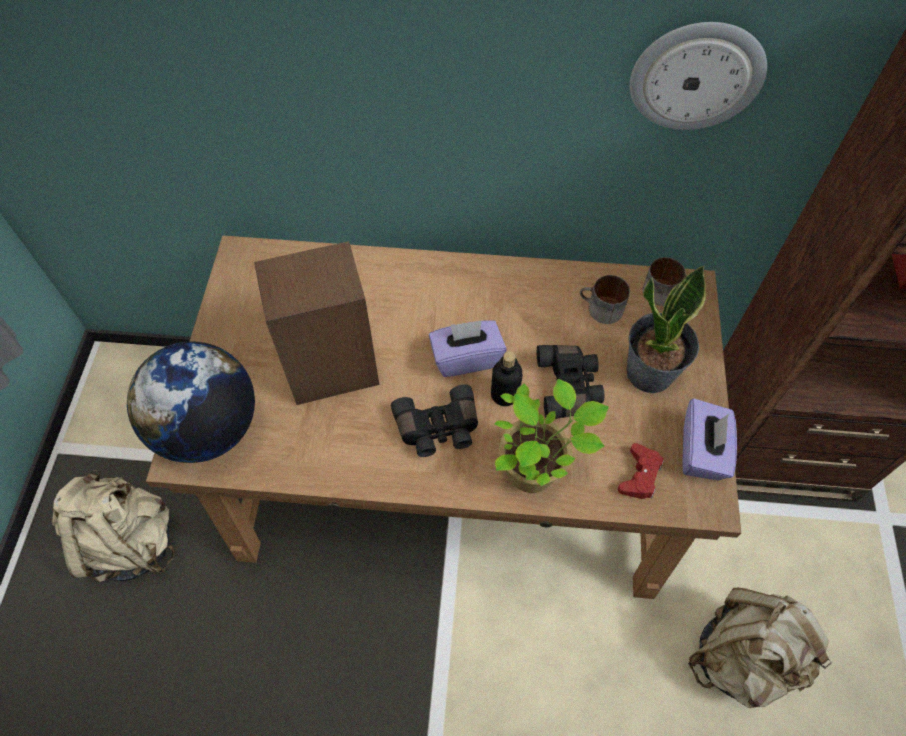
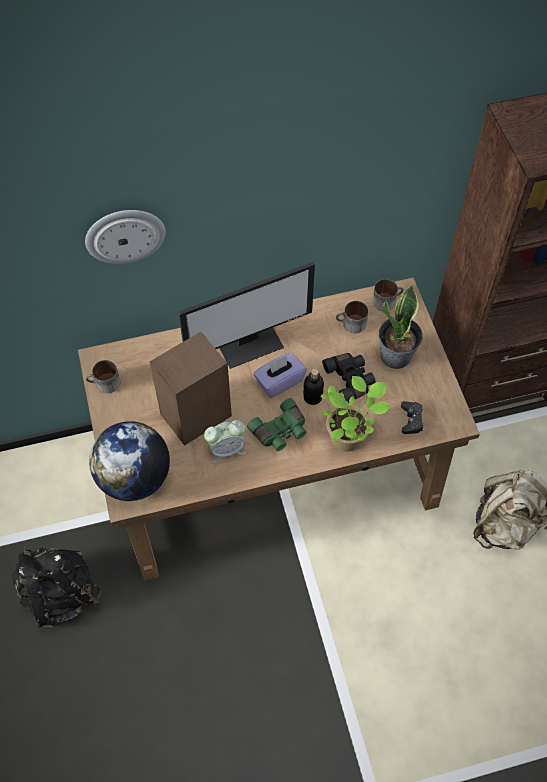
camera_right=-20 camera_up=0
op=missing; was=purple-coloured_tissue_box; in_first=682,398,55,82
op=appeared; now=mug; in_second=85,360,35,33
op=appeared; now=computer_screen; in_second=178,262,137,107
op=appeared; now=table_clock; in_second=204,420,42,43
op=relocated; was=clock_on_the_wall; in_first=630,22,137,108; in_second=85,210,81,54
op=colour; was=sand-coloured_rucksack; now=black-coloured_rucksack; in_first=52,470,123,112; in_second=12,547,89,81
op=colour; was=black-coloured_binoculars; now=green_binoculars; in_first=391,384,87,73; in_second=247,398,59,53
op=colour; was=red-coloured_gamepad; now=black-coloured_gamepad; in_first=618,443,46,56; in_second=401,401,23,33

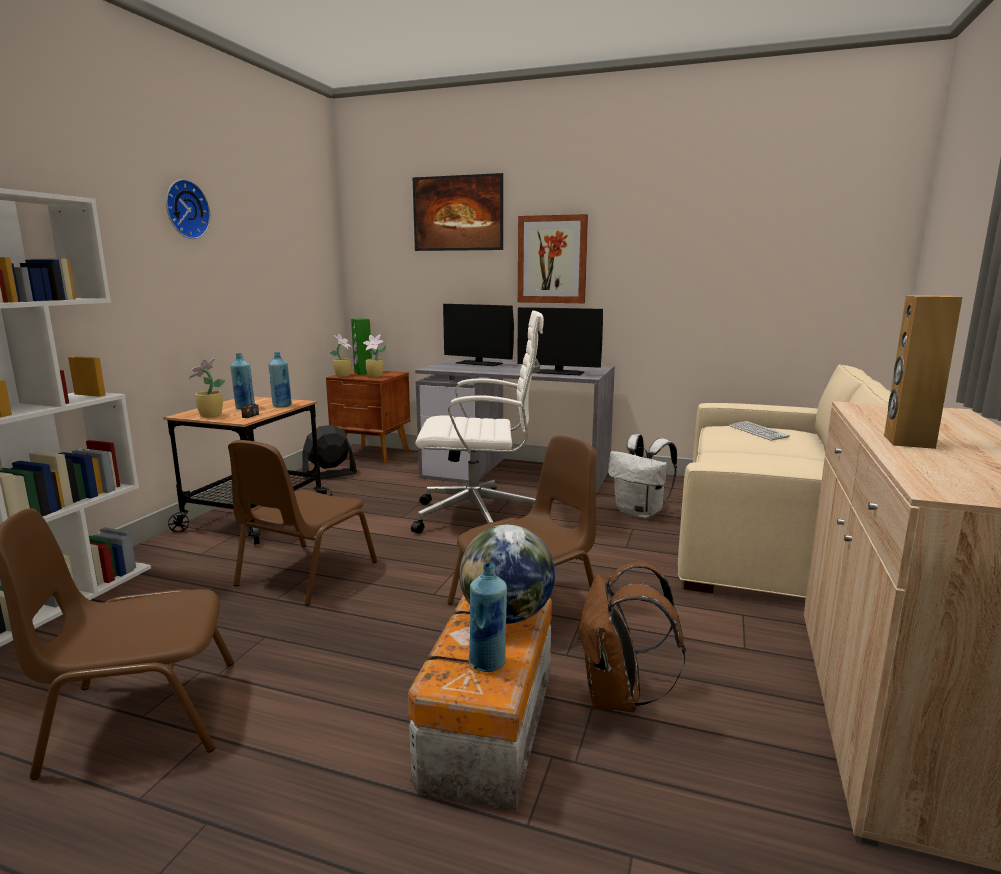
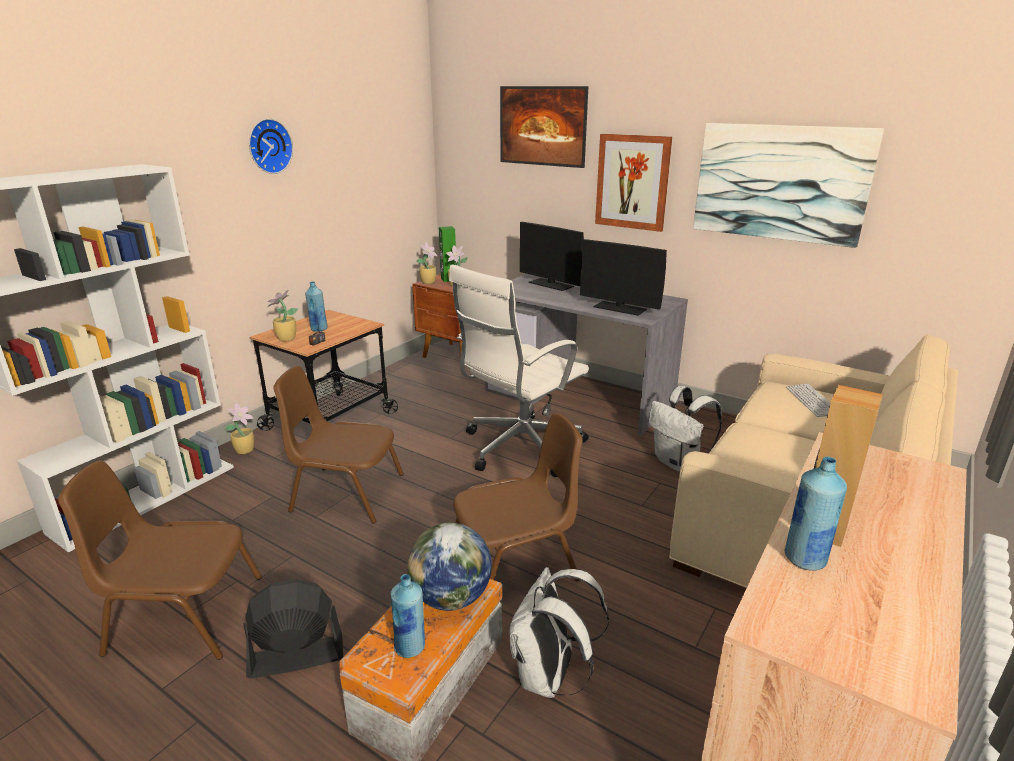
camera_right=15 camera_up=10
op=appeared; now=potted_plant; in_second=225,402,29,52
op=appeared; now=wall_art; in_second=693,123,191,125
op=relocated; was=bluish_beverage_bottle; in_first=268,352,24,56; in_second=785,456,62,115
op=relocated; was=black-coloured_fan; in_first=302,425,55,55; in_second=243,579,100,99
op=colour; was=brownish_rucksack; now=white-coloured_rucksack; in_first=577,562,109,150; in_second=509,567,100,131
op=spun; was=brownish_chair; in_first=228,440,149,166; in_second=273,366,131,158; clockwise=60
op=spun; was=white-coloured_computer_chair; in_first=411,310,133,224; in_second=449,264,140,213; clockwise=120

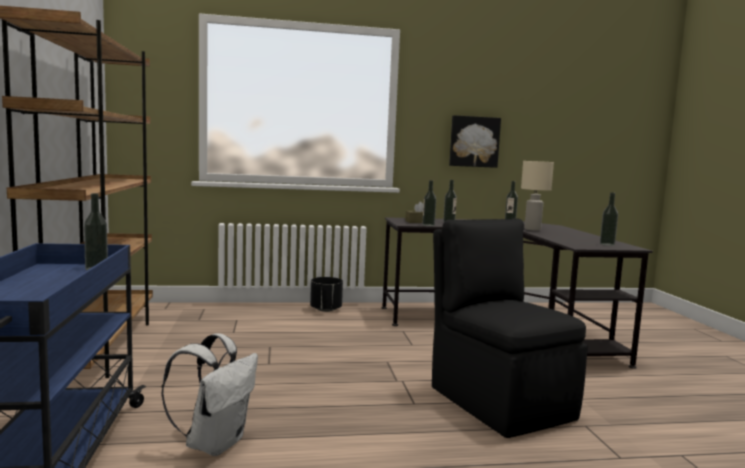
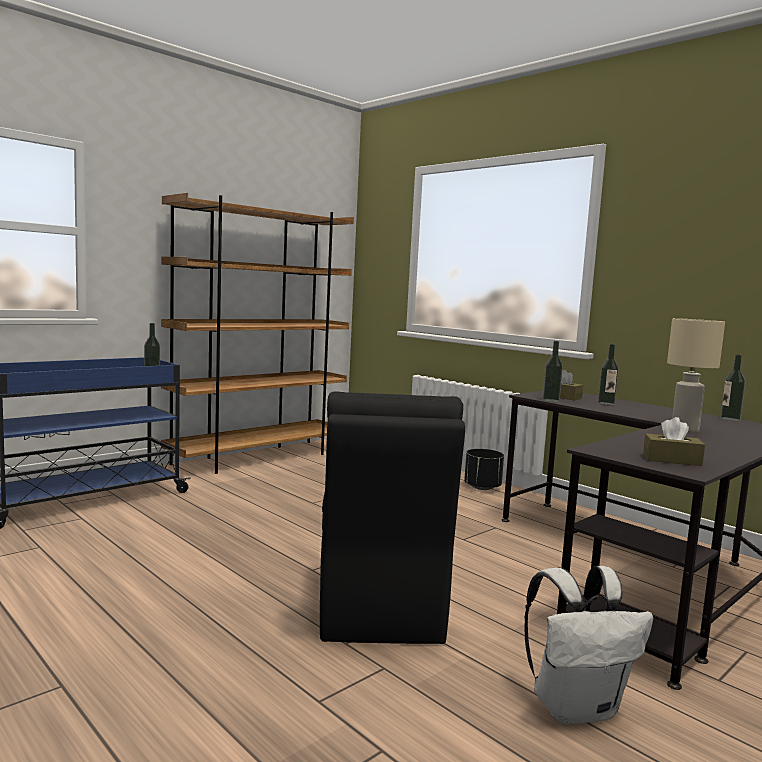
camera_right=55 camera_up=0
op=missing; was=wall_art; in_first=449,115,52,53
op=relocated; was=white-coloured_rucksack; in_first=161,333,97,123; in_second=524,566,129,158
op=exchanged; was=beverage_bottle; now=brownish_tissue_box; in_first=600,192,18,54; in_second=643,417,62,49
op=spun; was=black-coloured_chair; in_first=432,219,156,219; in_second=320,391,145,253; clockwise=150

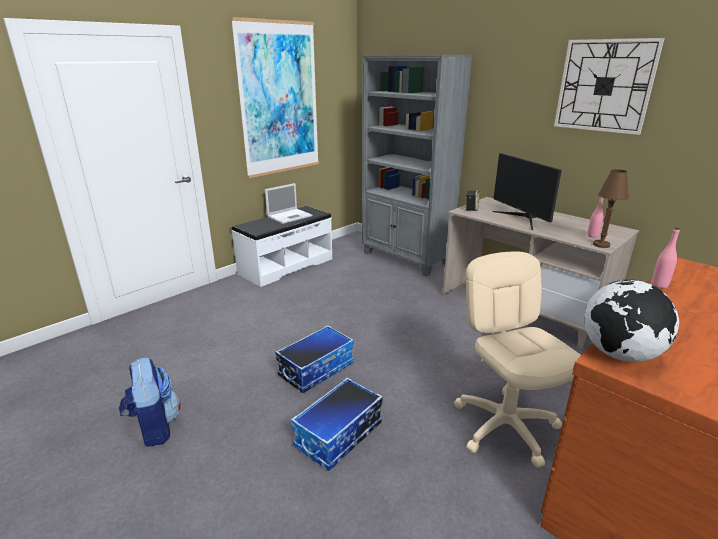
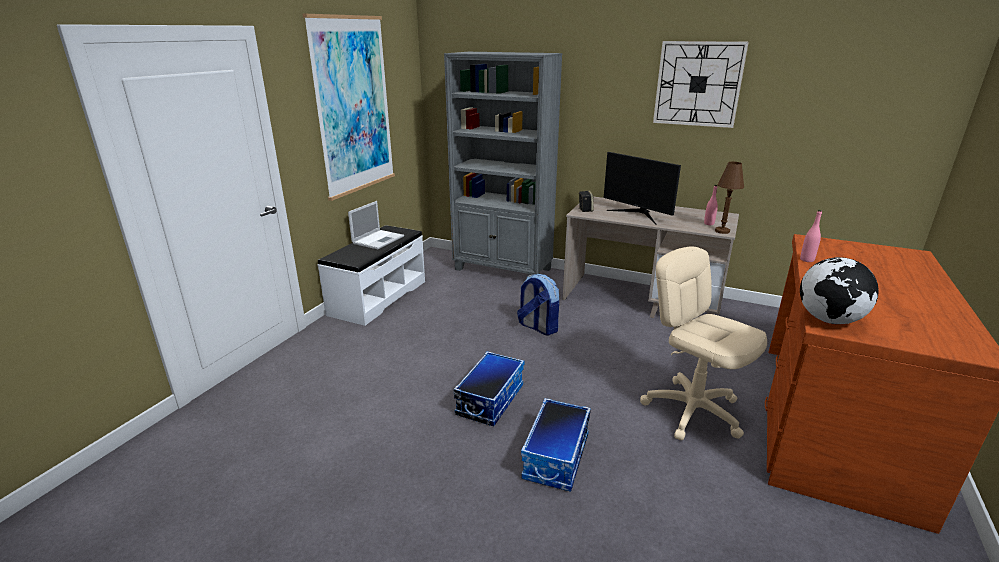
camera_right=-20 camera_up=0
op=relocated; was=rucksack; in_first=119,357,62,90; in_second=517,274,42,62

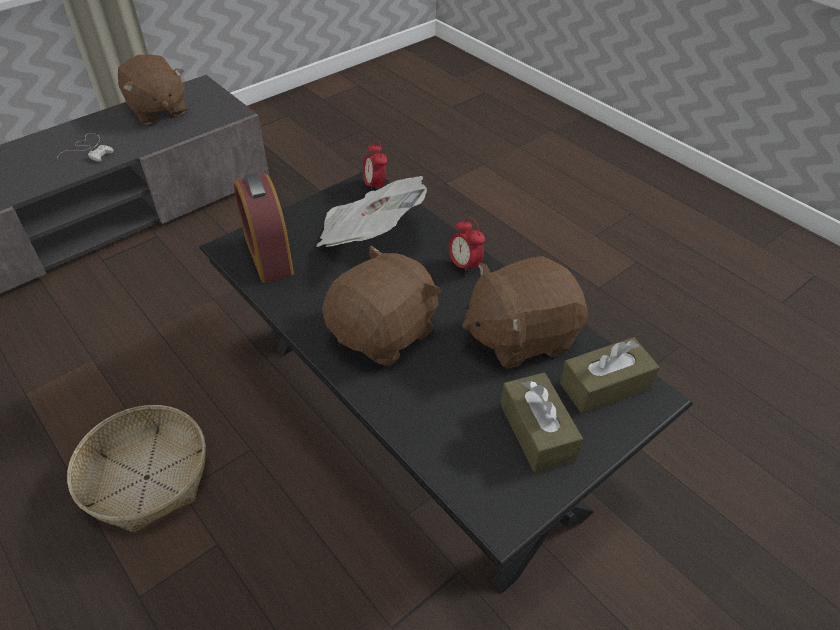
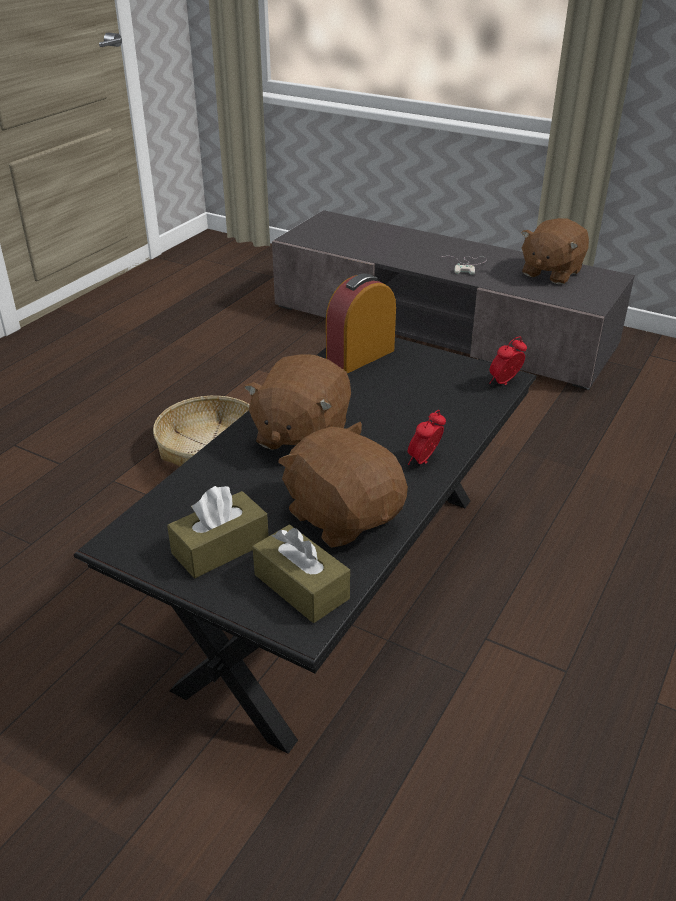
camera_right=70 camera_up=-10
op=missing; was=daily_paper; in_first=316,176,111,71
op=spun; was=brownish_plush_toy; in_first=322,246,119,120; in_second=244,354,107,96; clockwise=90

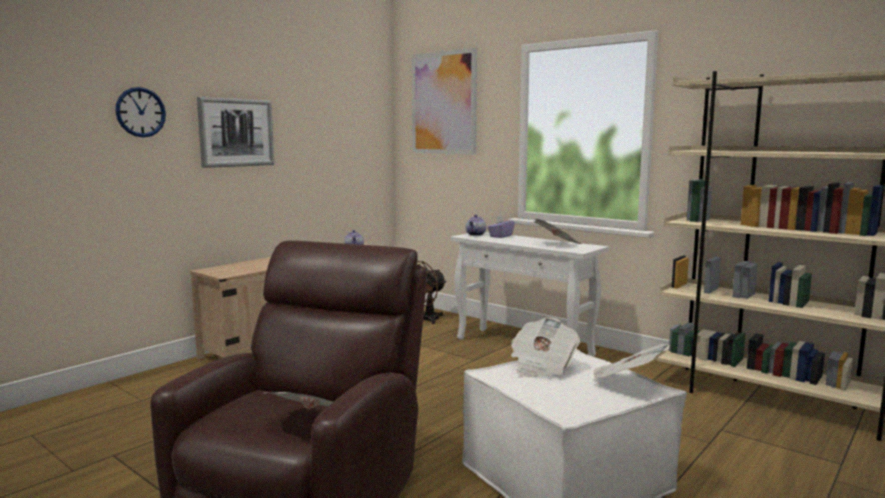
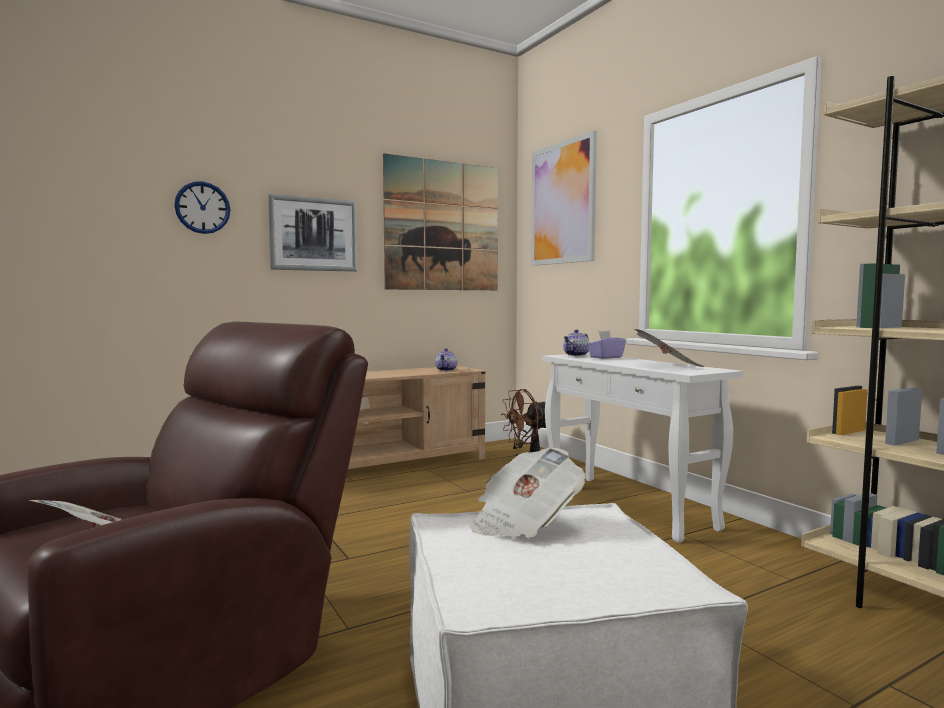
camera_right=20 camera_up=-5
op=missing; was=daily_paper; in_first=593,343,77,38
op=appeared; now=wall_art; in_second=383,153,115,137

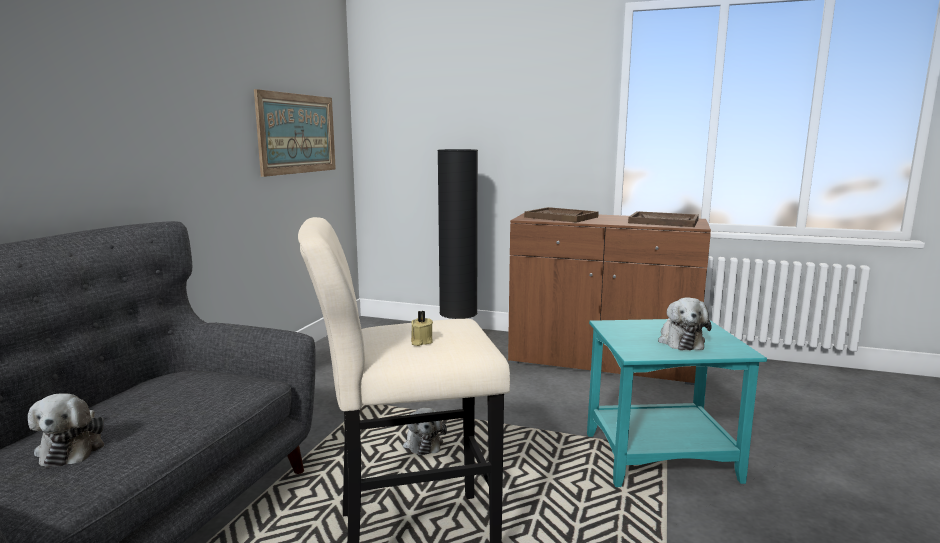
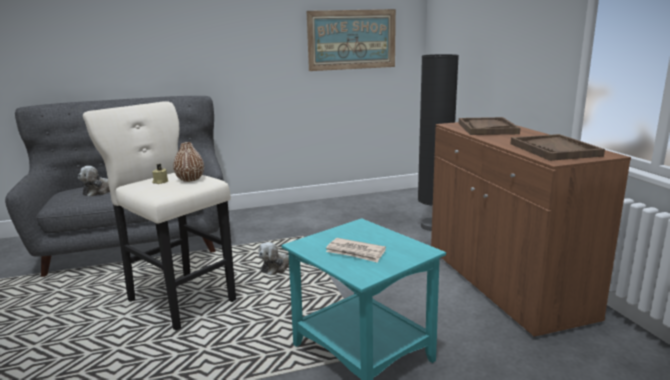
camera_right=55 camera_up=5
op=appeared; now=brownish_decorative_vase; in_second=173,142,31,40
op=exchanged; was=plush_toy; now=daily_paper; in_first=658,297,53,53; in_second=326,238,60,25

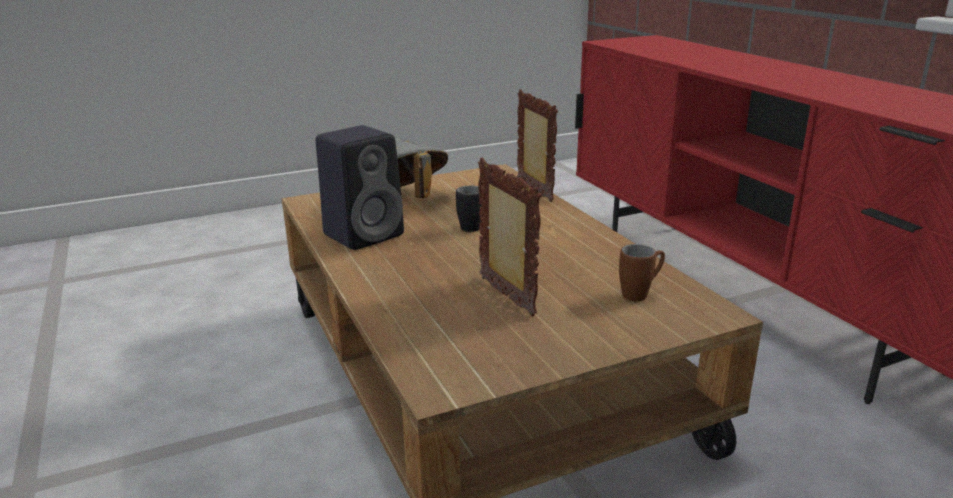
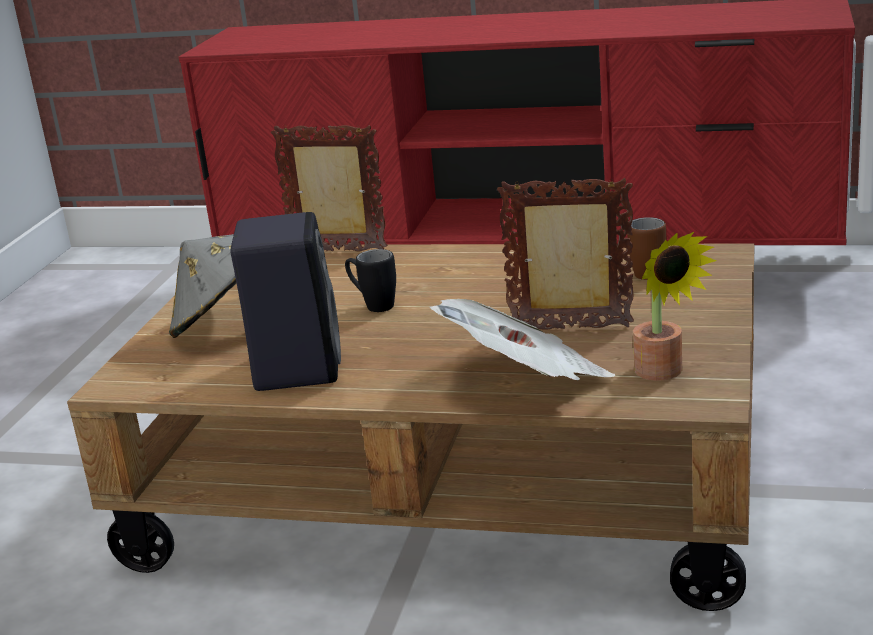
camera_right=-50 camera_up=0
op=appeared; now=daily_paper; in_second=429,299,186,81
op=appeared; now=potted_plant; in_second=633,232,84,149

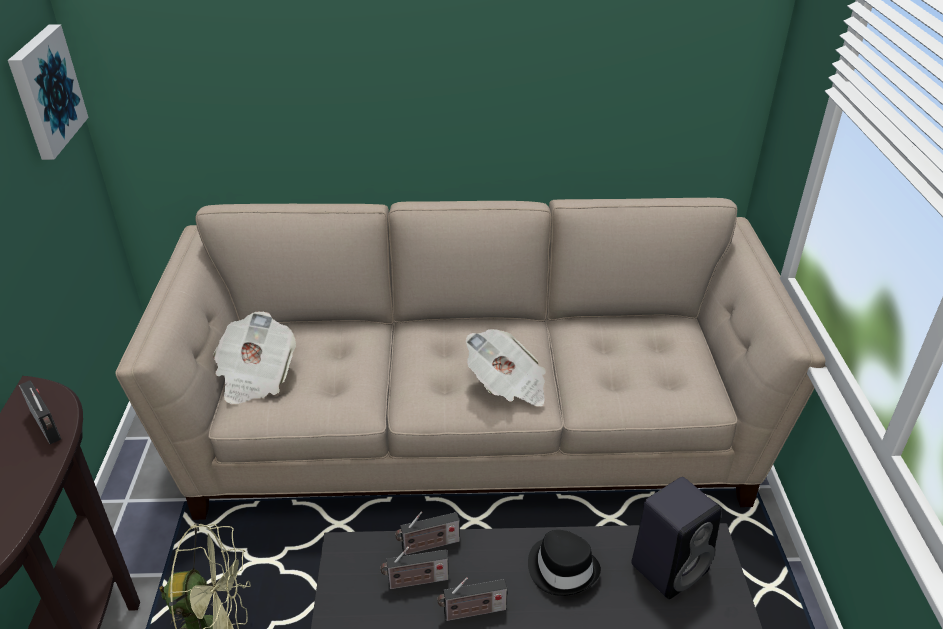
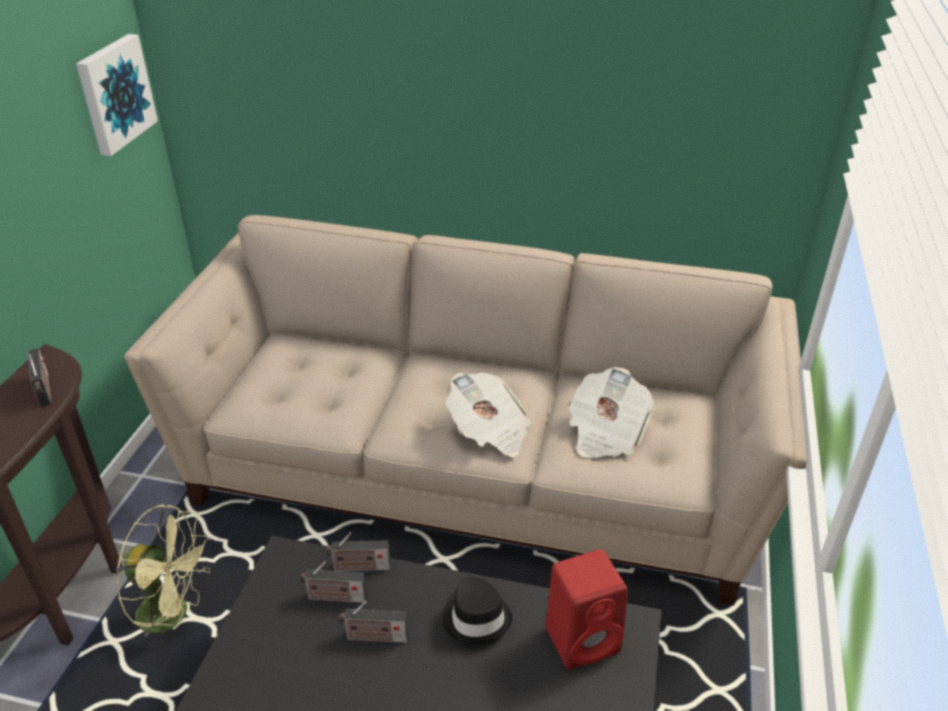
camera_right=15 camera_up=0
op=relocated; was=daily_paper; in_first=214,312,82,92; in_second=568,367,87,91
op=colour; was=black-coloured_audio_speaker; now=red-coloured_audio_speaker; in_first=632,477,89,122; in_second=545,549,83,121

